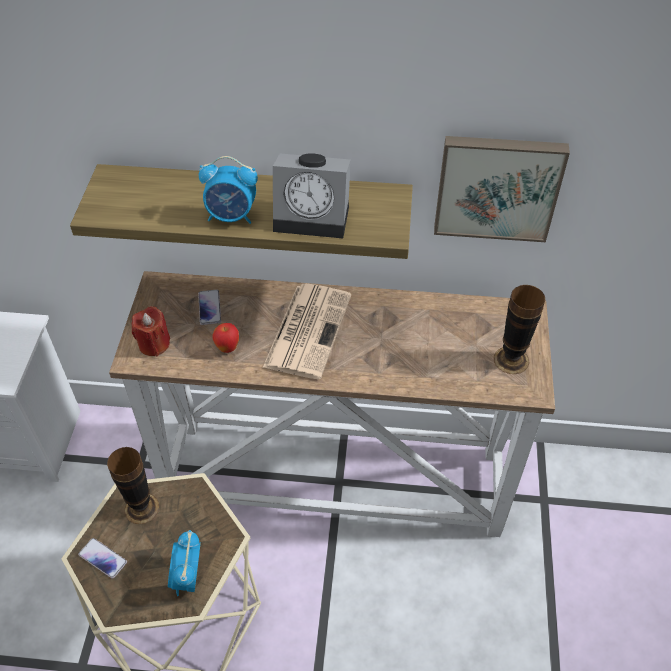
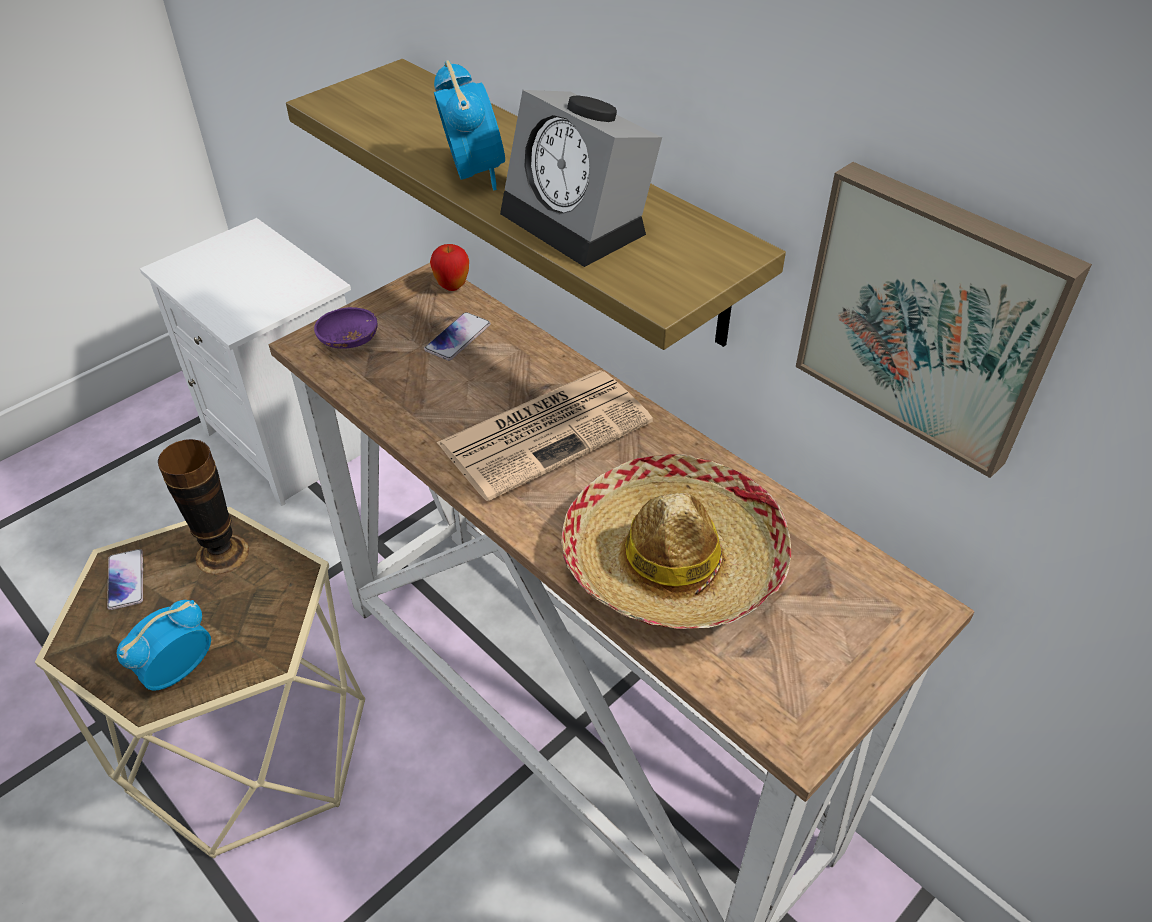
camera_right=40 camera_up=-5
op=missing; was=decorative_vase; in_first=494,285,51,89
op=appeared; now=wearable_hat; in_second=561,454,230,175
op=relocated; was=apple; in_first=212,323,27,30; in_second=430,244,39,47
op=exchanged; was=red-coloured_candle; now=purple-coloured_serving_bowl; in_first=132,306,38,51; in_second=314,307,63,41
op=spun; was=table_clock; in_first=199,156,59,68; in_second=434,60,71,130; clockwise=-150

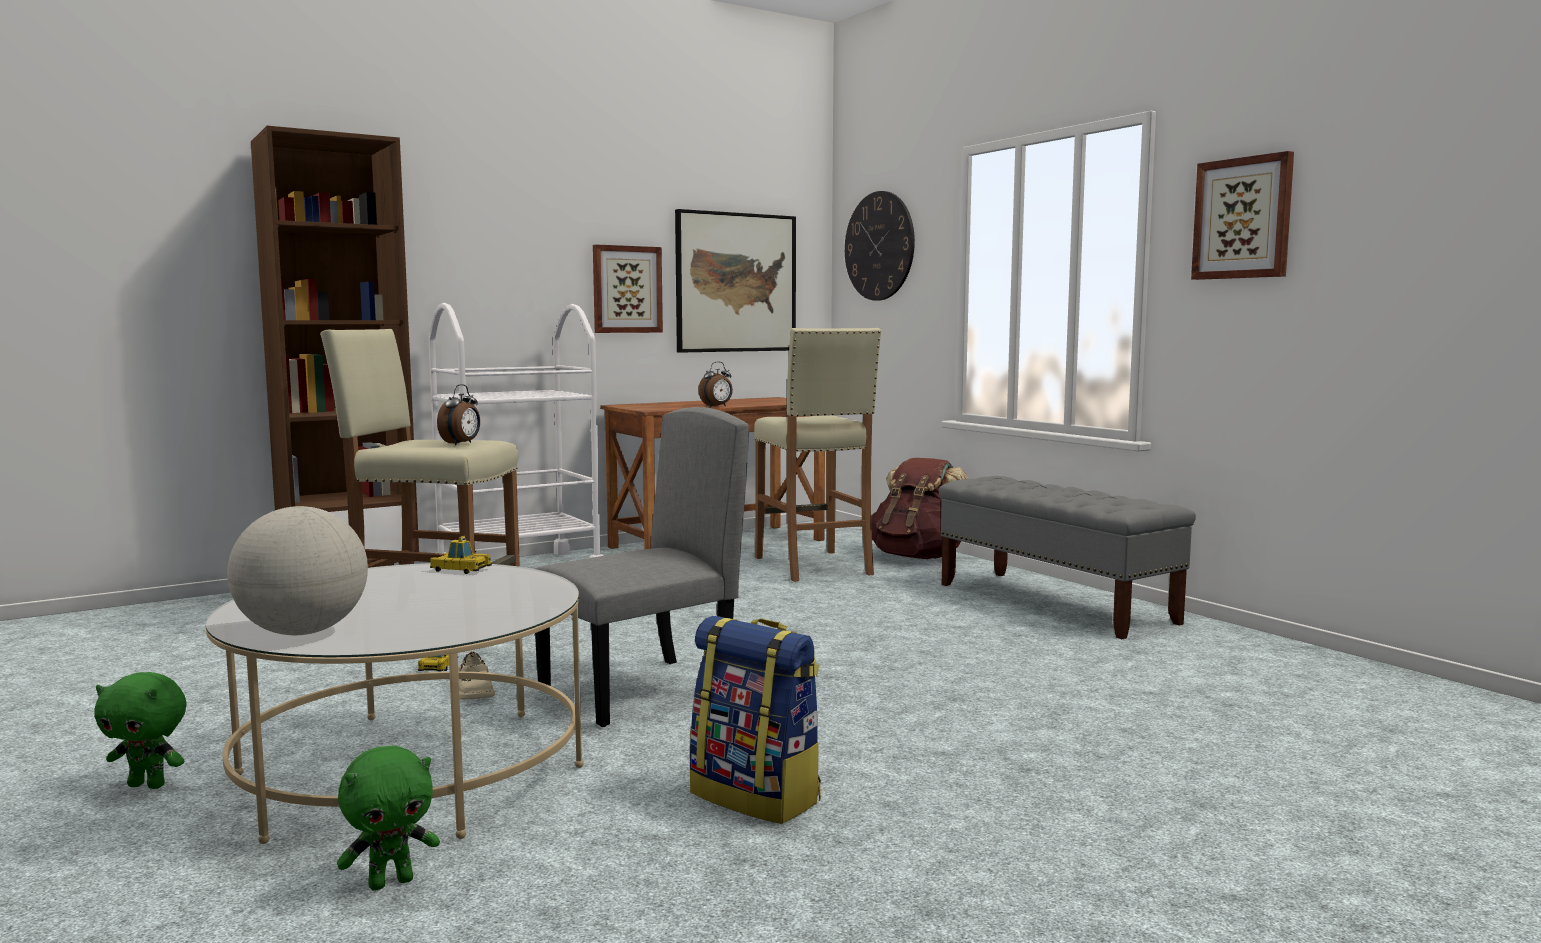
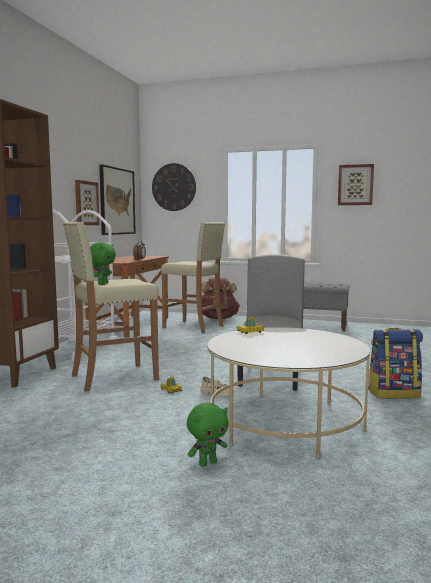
camera_right=-40 camera_up=0
op=missing; was=globe; in_first=227,506,141,129
op=missing; was=table_clock; in_first=437,384,43,61
op=relocated; was=green_plush_toy; in_first=337,746,103,145; in_second=90,242,26,43

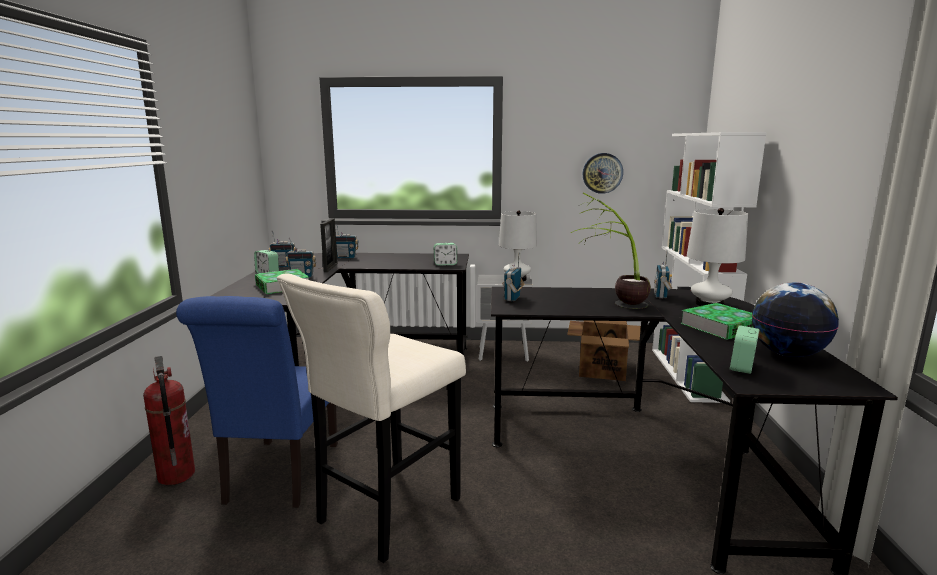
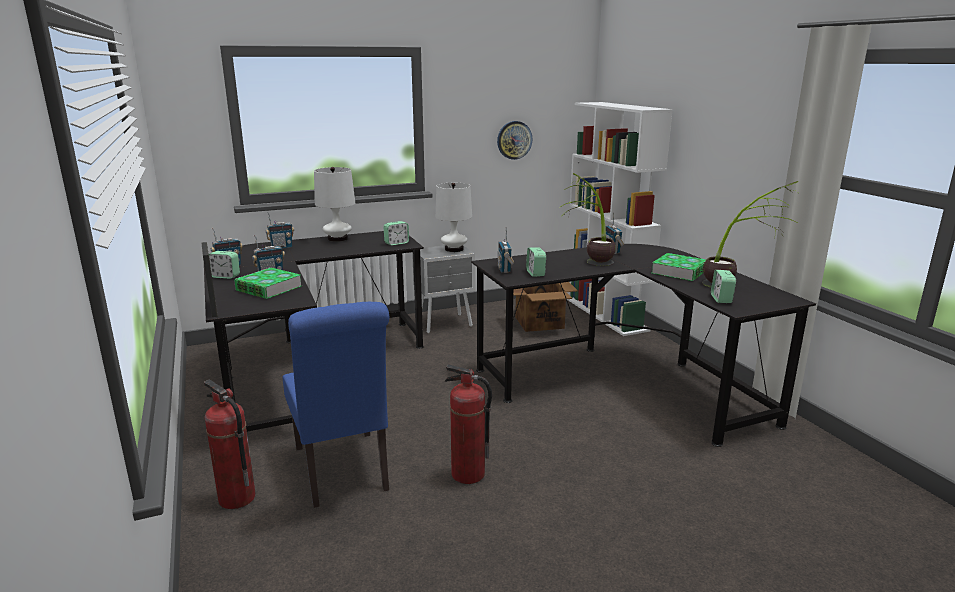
camera_right=-25 camera_up=5
op=appeared; now=table_clock; in_second=526,247,20,30
op=relocated; was=standing_frame; in_first=320,218,18,54; in_second=201,242,17,75
op=relocated; was=white-coloured_table_lamp; in_first=687,208,61,98; in_second=314,167,41,75
op=exchanged; was=sand-coloured_stool_seat; now=extinguisher; in_first=277,274,189,289; in_second=445,364,47,120
op=exchanged; was=globe; now=potted_plant; in_first=752,282,87,75; in_second=702,181,96,107

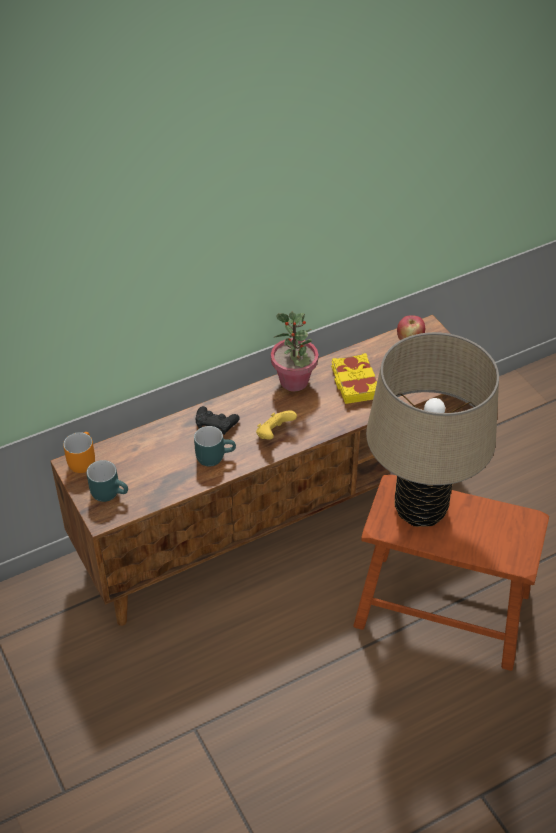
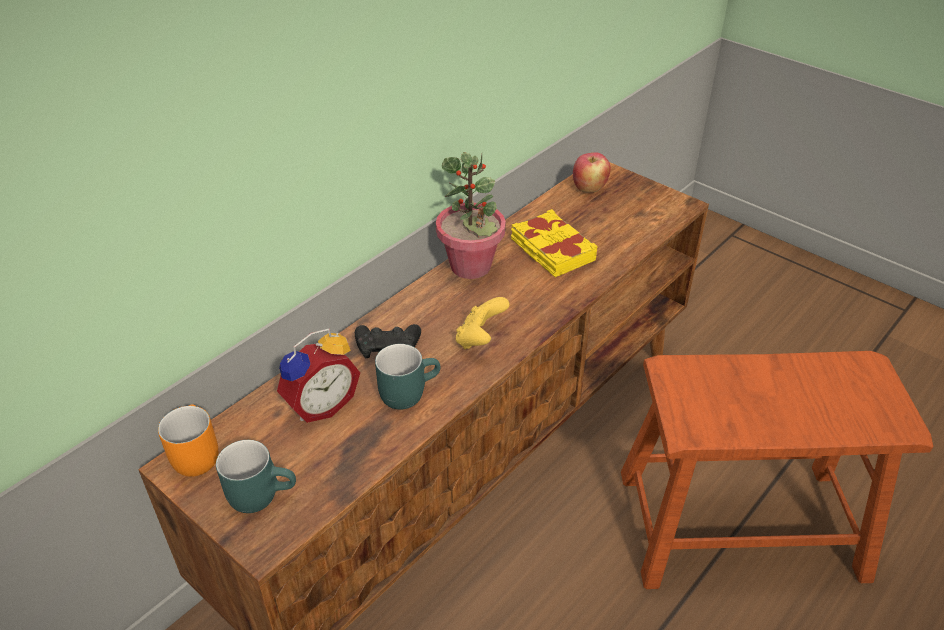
camera_right=-20 camera_up=-5
op=missing; was=sand-coloured_table_lamp; in_first=366,332,133,195
op=appeared; now=table_clock; in_second=277,328,83,95

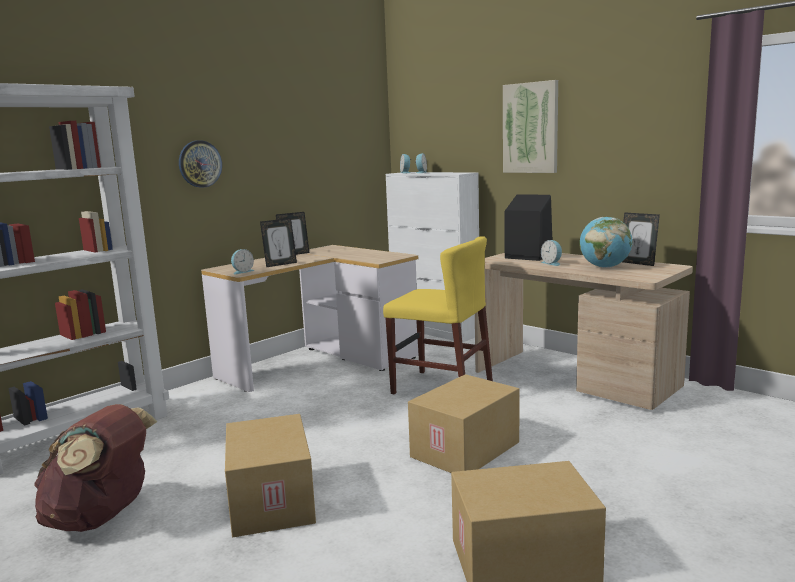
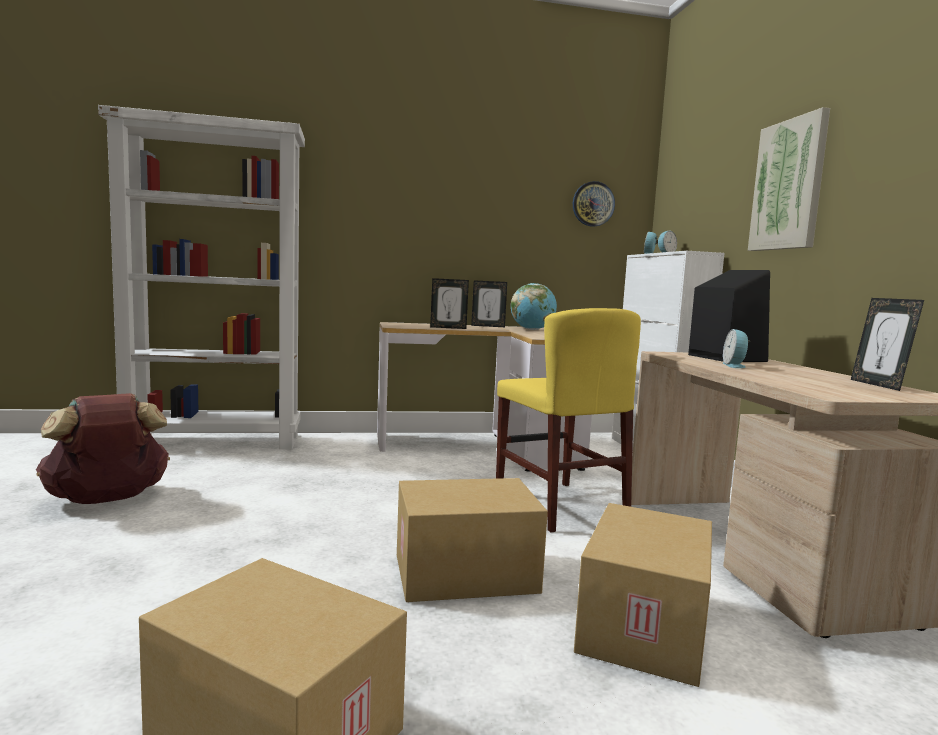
camera_right=35 camera_up=-5
op=missing; was=table_clock; in_first=231,249,23,25
op=relocated; was=clock_on_the_wall; in_first=179,140,43,48; in_second=573,181,42,46
op=relocated; was=packing_box; in_first=225,414,91,123; in_second=574,503,138,184
op=relocated; was=globe; in_first=579,217,53,51; in_second=511,283,46,47

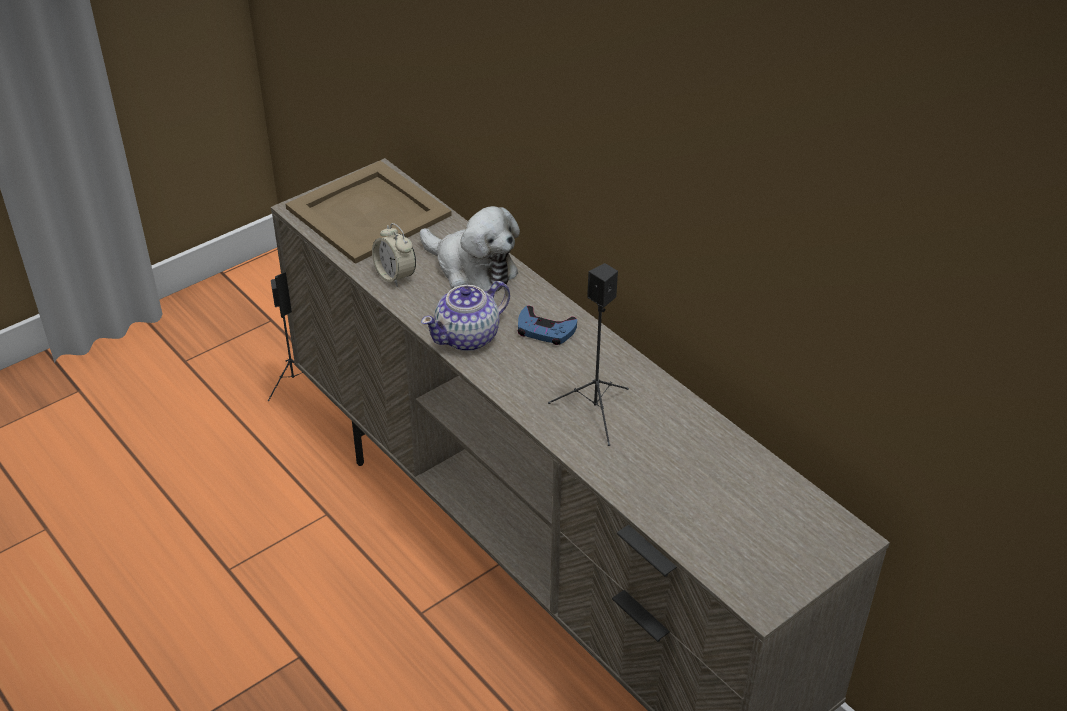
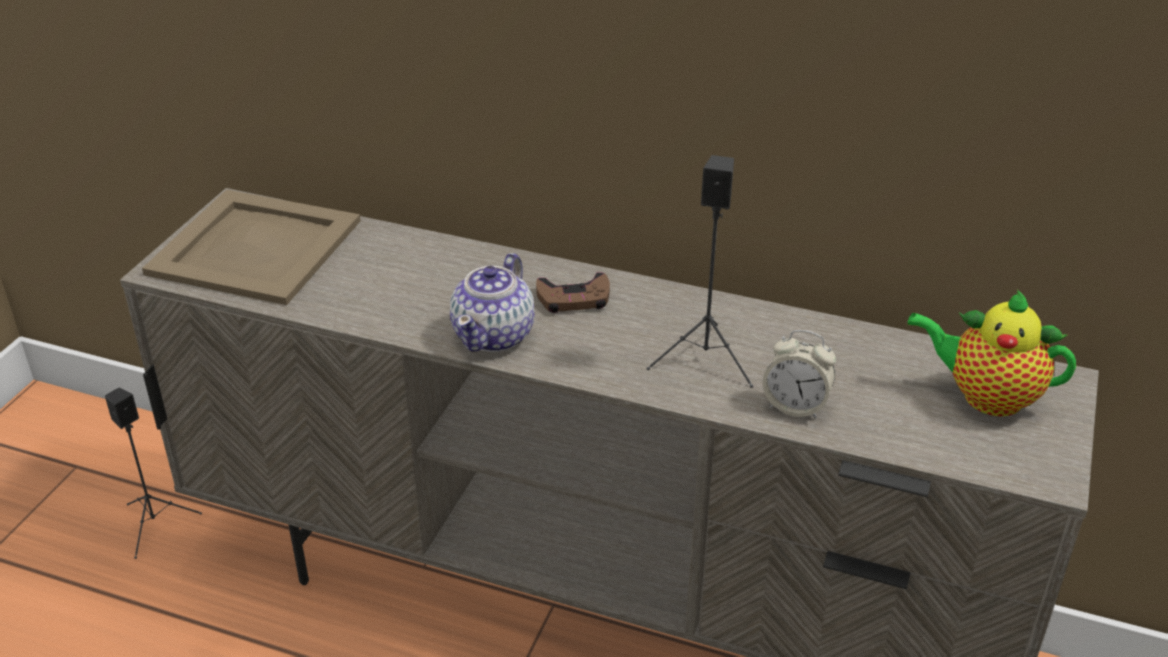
camera_right=-30 camera_up=-5
op=missing; was=plush_toy; in_first=420,206,100,86
op=appeared; now=teapot; in_second=907,289,169,127
op=relocated; was=table_clock; in_first=372,223,44,64; in_second=763,330,73,89
op=colour; was=bluish_gamepad; now=brownish_gamepad; in_first=517,305,60,40; in_second=536,272,74,41

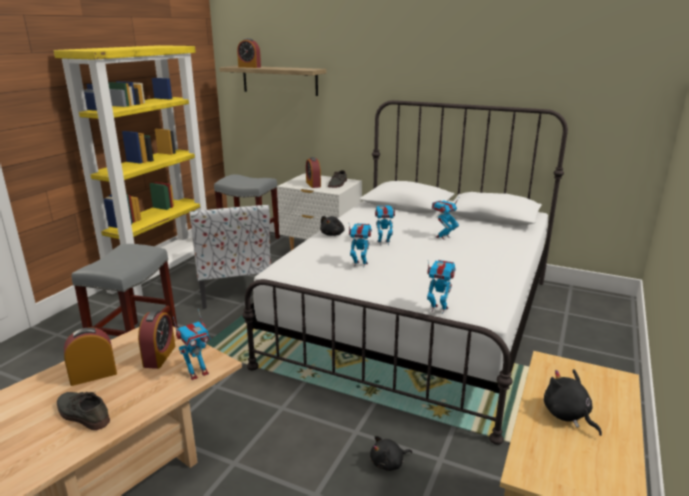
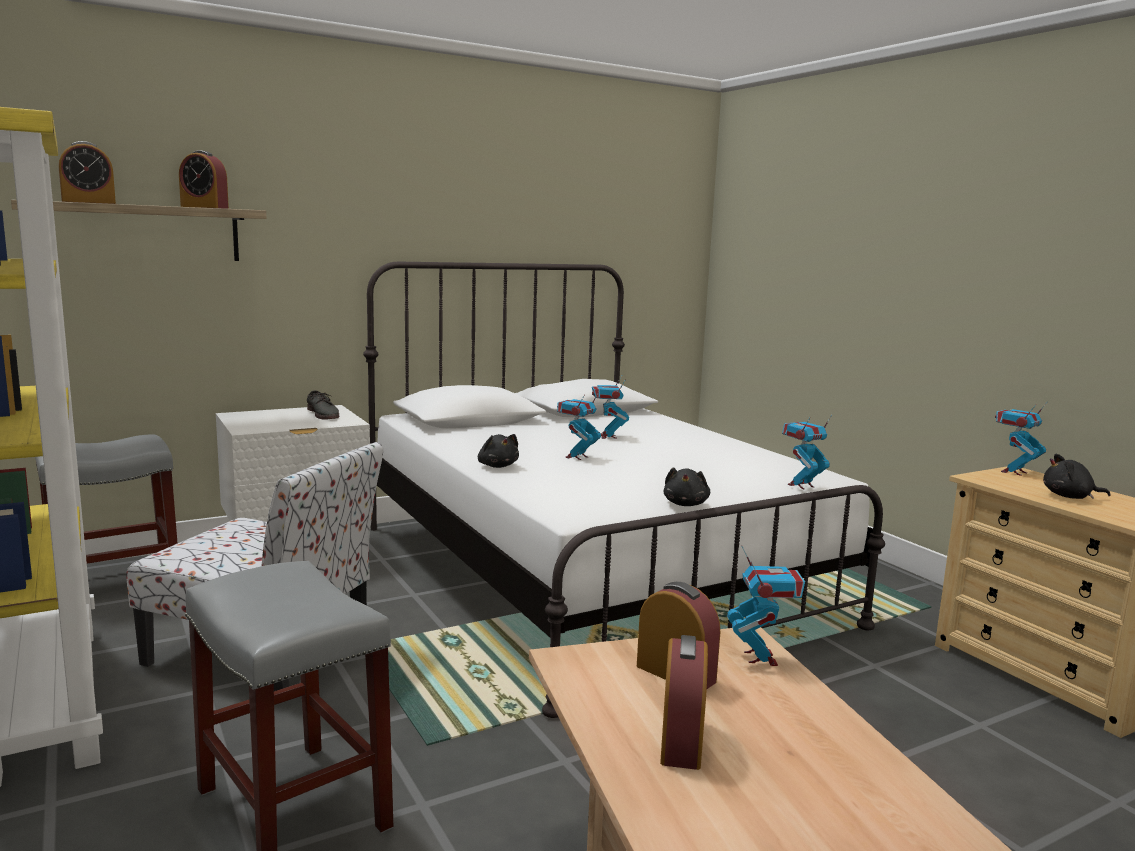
camera_right=-55 camera_up=-10
op=missing; was=greyish_shoe; in_first=57,392,53,38
op=relocated; was=table_clock; in_first=306,157,15,31; in_second=179,150,50,59
op=relocated; was=robot_figure; in_first=349,223,23,45; in_second=995,401,53,75
op=relocated; was=black-coloured_plush_toy; in_first=370,436,42,35; in_second=663,467,47,39

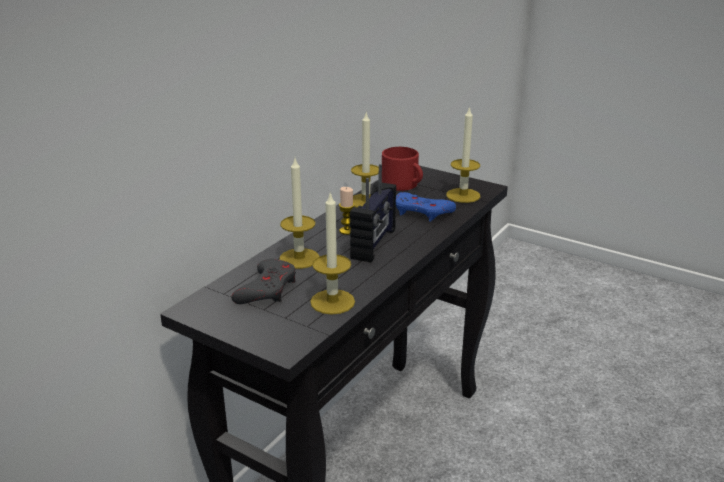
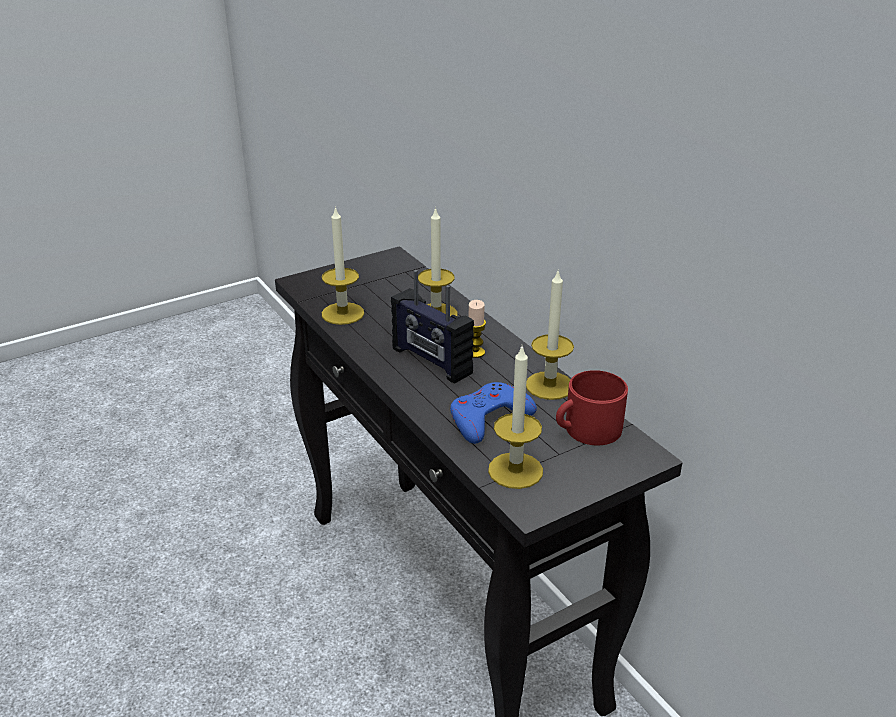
camera_right=115 camera_up=5
op=missing; was=greyish_gamepad; in_first=231,259,65,45

